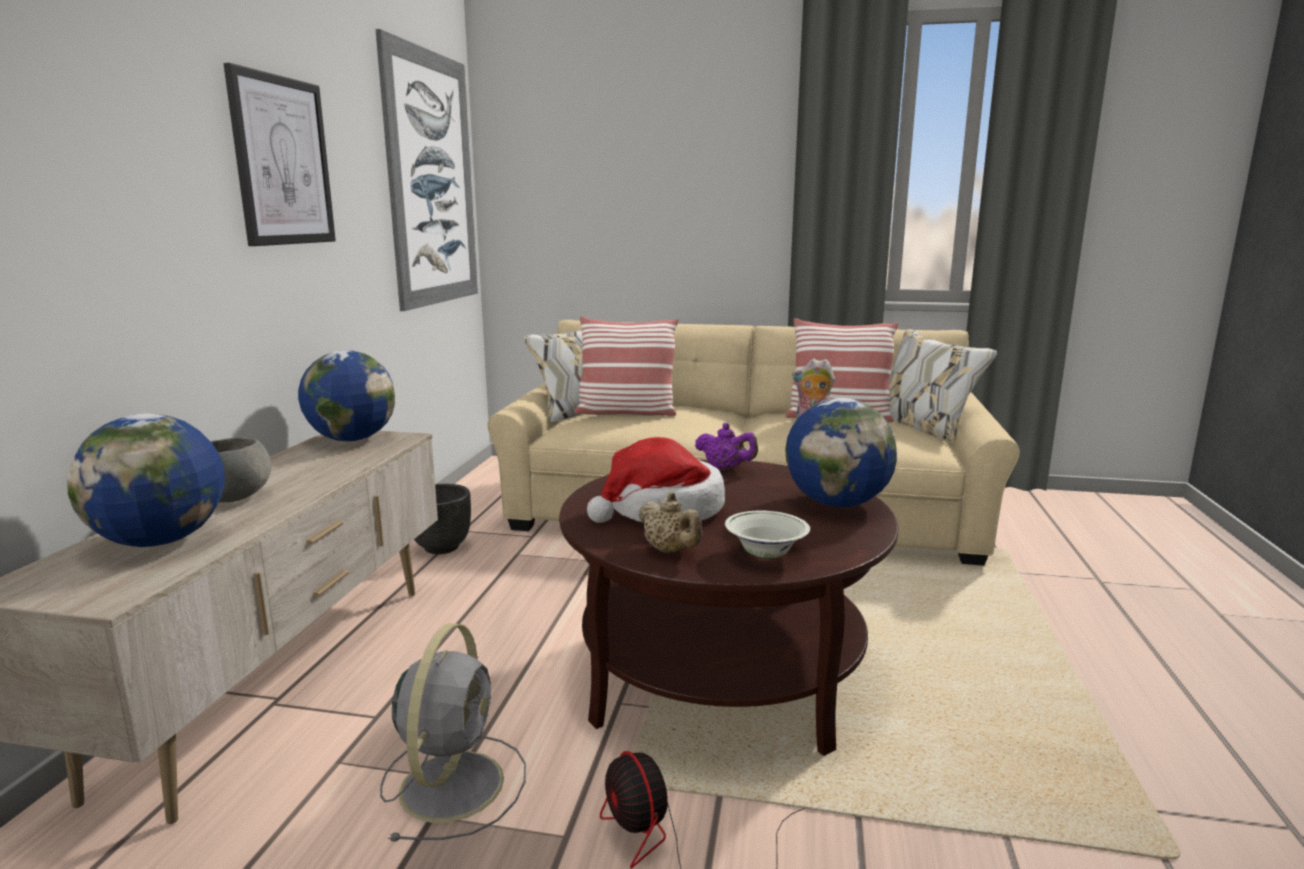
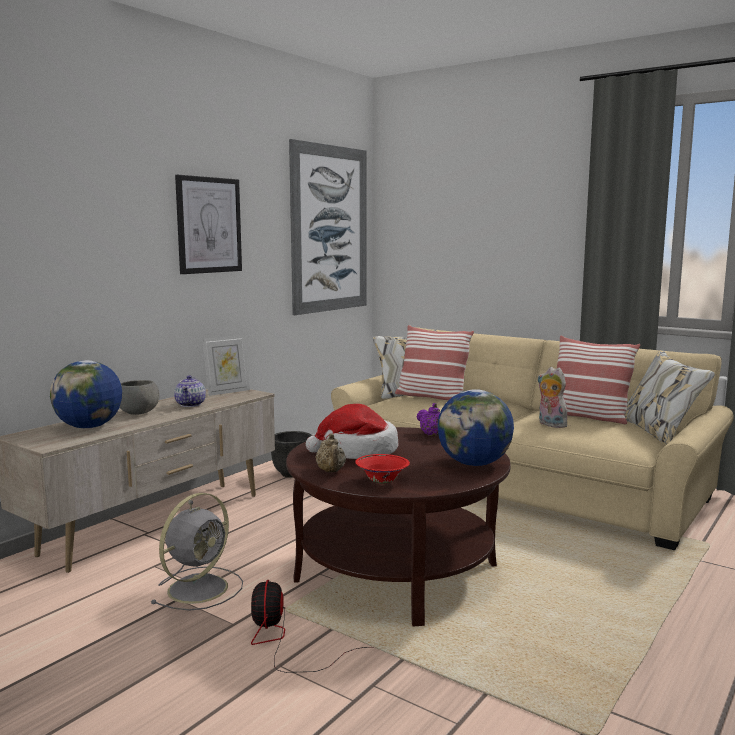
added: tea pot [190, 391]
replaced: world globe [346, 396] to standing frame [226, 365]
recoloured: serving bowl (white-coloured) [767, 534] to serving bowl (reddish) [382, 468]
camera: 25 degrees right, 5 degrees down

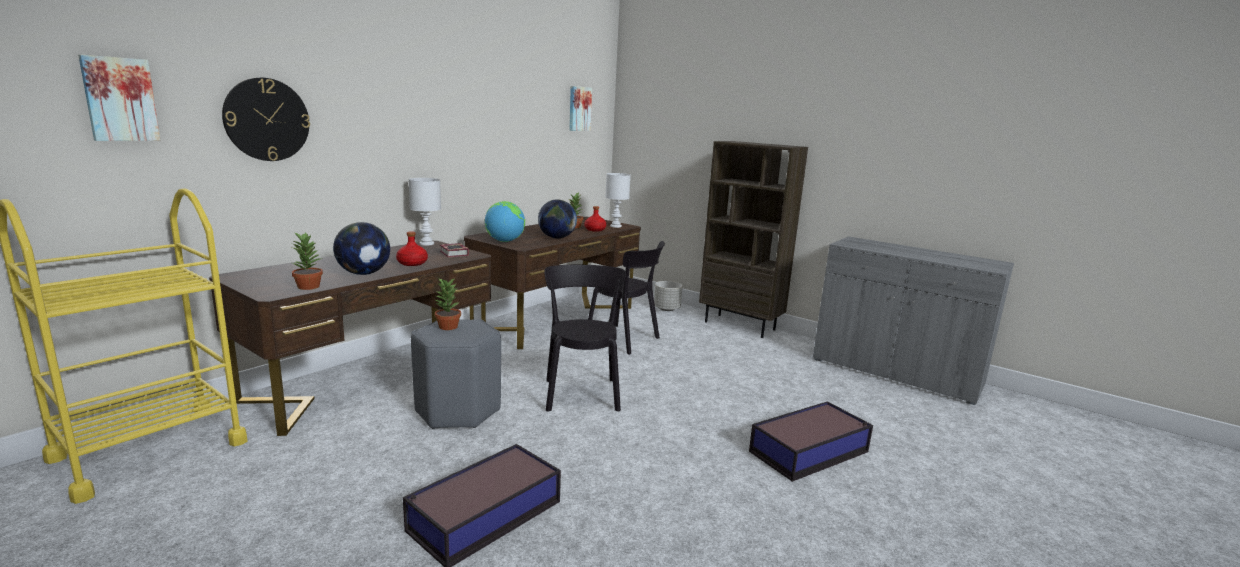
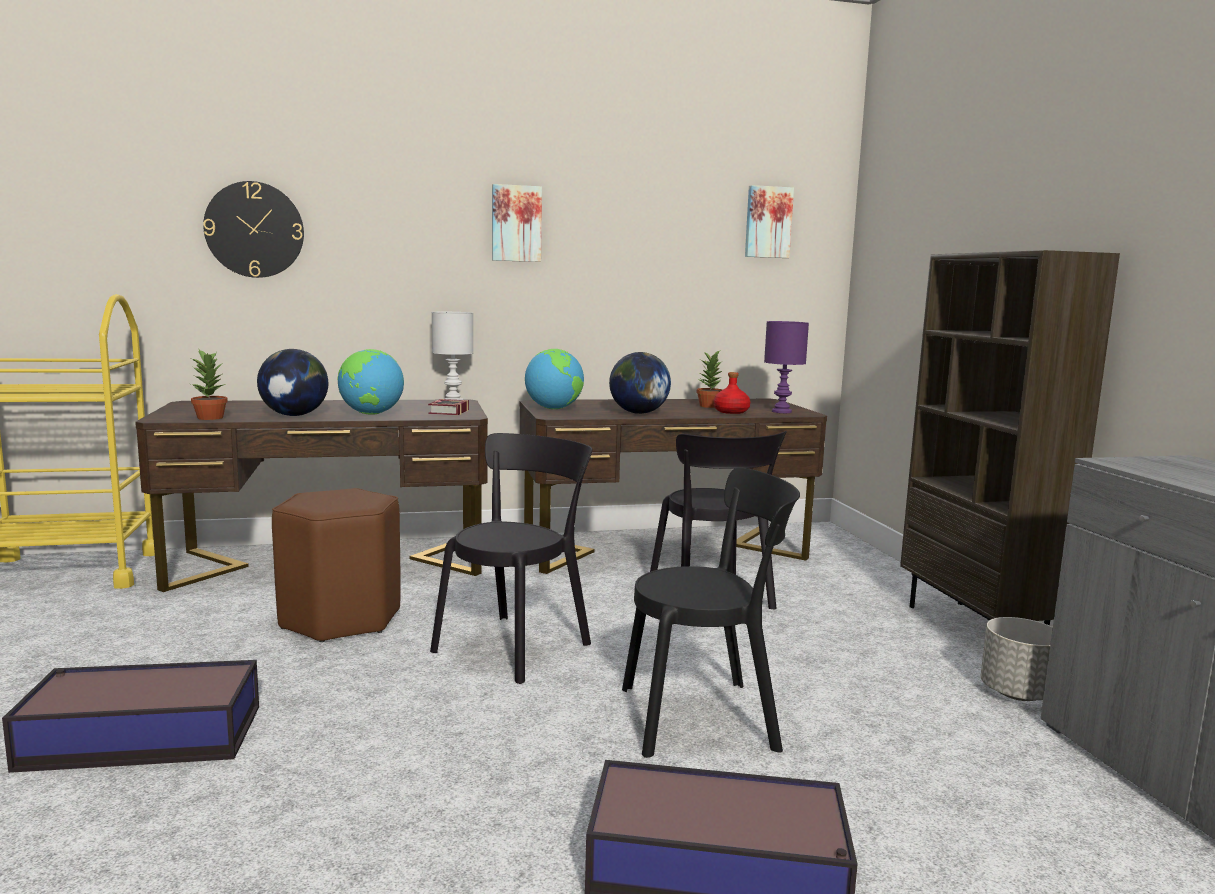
removed: plant in a pot [448, 304]
added: chair (black-coloured) [711, 613]
moved: wall art [119, 98] to [517, 223]; plant pot (gray) [668, 296] to [1017, 659]
replaced: bottle (reddish) [412, 248] to world globe [370, 382]
recoloured: stool seat (gray) [456, 374] to stool seat (brown-coloured) [336, 565]; lamp for a table (white-coloured) [618, 200] to lamp for a table (purple) [786, 367]
camera: 40 degrees right, 5 degrees down

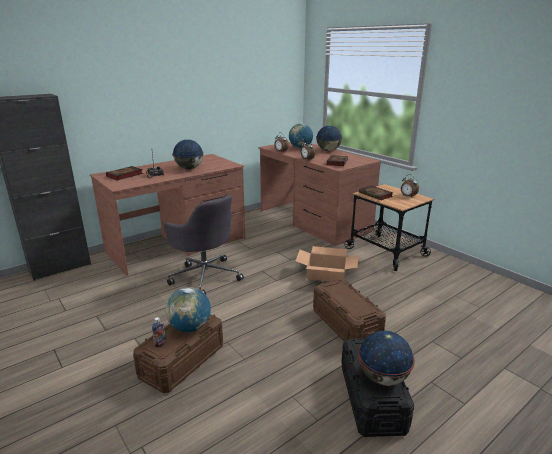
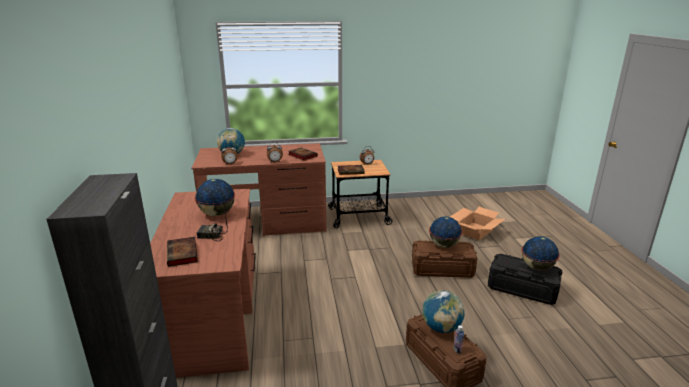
removed: office chair (gray) [204, 245]
moved: cardboard box [327, 264] to [477, 223]; world globe [329, 138] to [445, 232]
camera: 60 degrees left, 0 degrees up

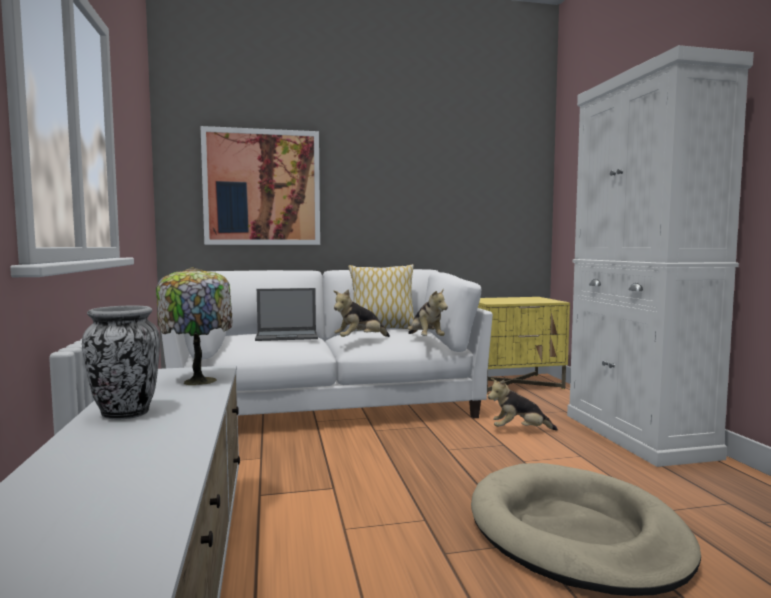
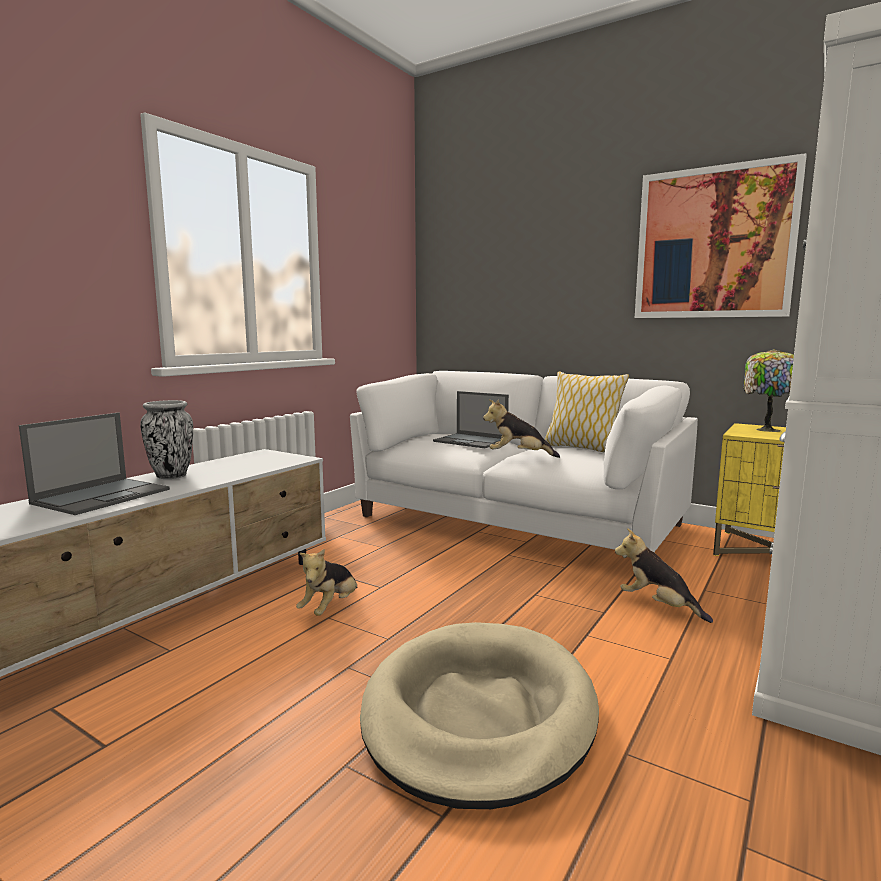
added: portable computer [94, 463]
moved: lamp for a table [194, 326] to [768, 390]; wall art [260, 185] to [721, 235]; plush toy [428, 312] to [326, 582]
camera: 45 degrees right, 5 degrees up

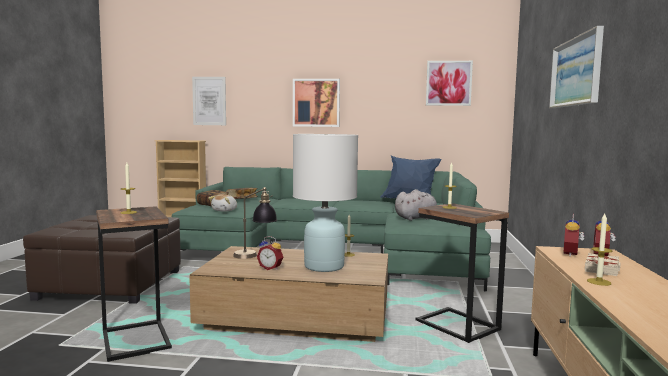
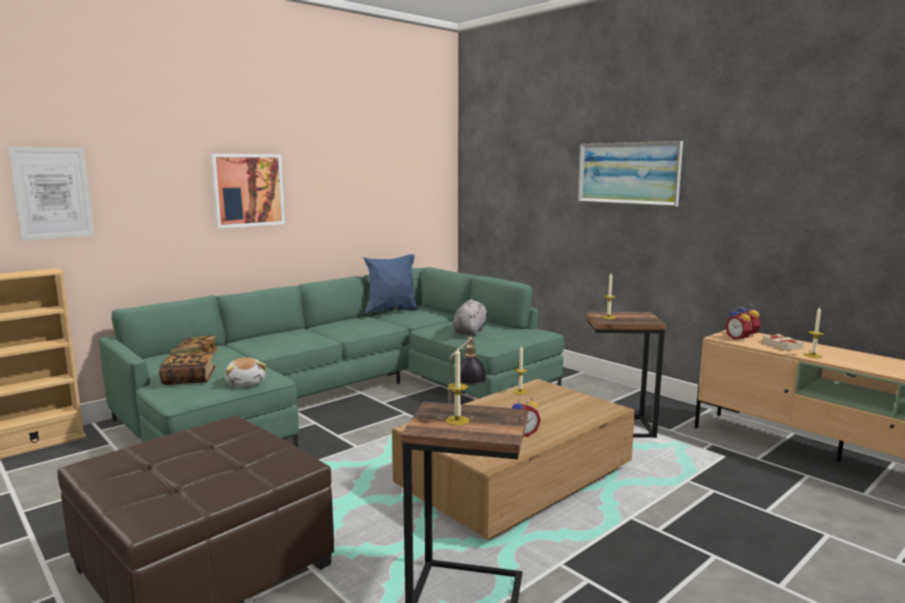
removed: lamp for a table (white-coloured) [325, 203]; wall art [449, 83]
camera: 50 degrees left, 5 degrees up

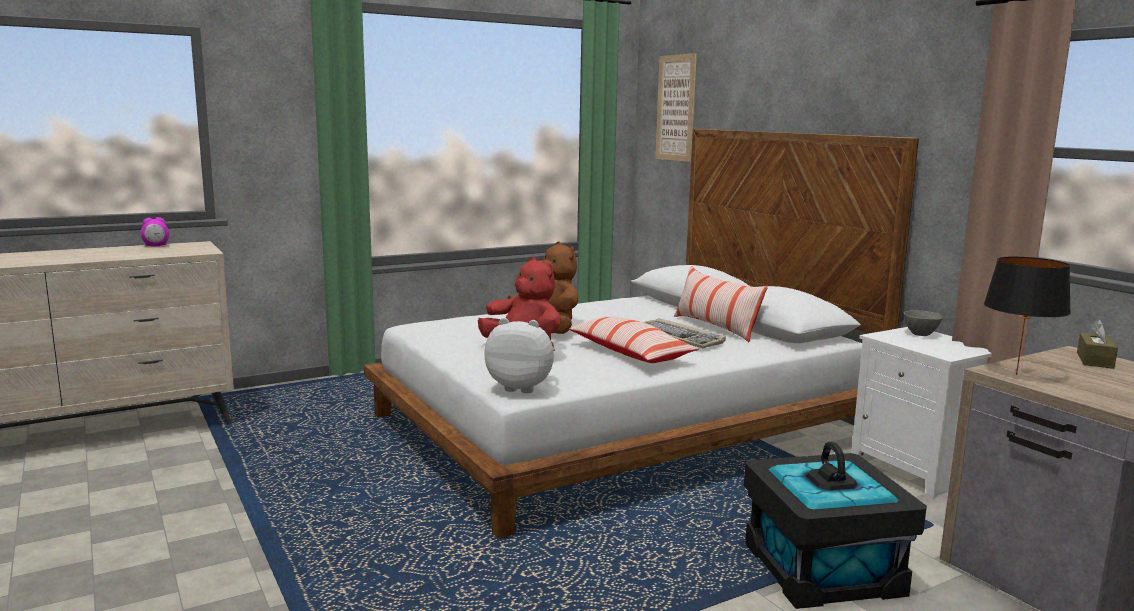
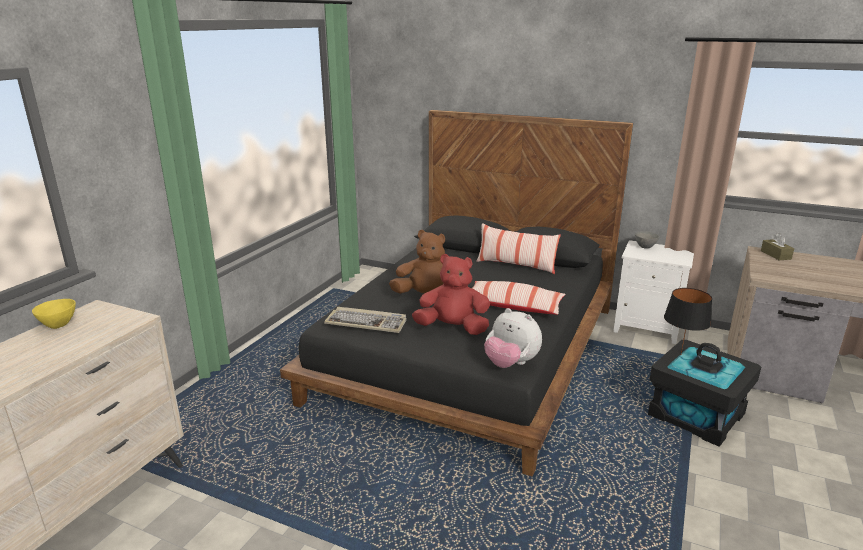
removed: wall art [676, 107]
moved: keyboard [684, 333] to [365, 320]; lamp for a table (black-coloured) [1027, 316] to [688, 321]
replaced: alarm clock [155, 232] to serving bowl (yellow) [54, 314]
recoloured: bed (white-coloured) [641, 334] to bed (black-coloured) [456, 293]
turned: plush toy [519, 355] = [513, 338] 120 degrees counterclockwise
camera: 35 degrees left, 10 degrees up

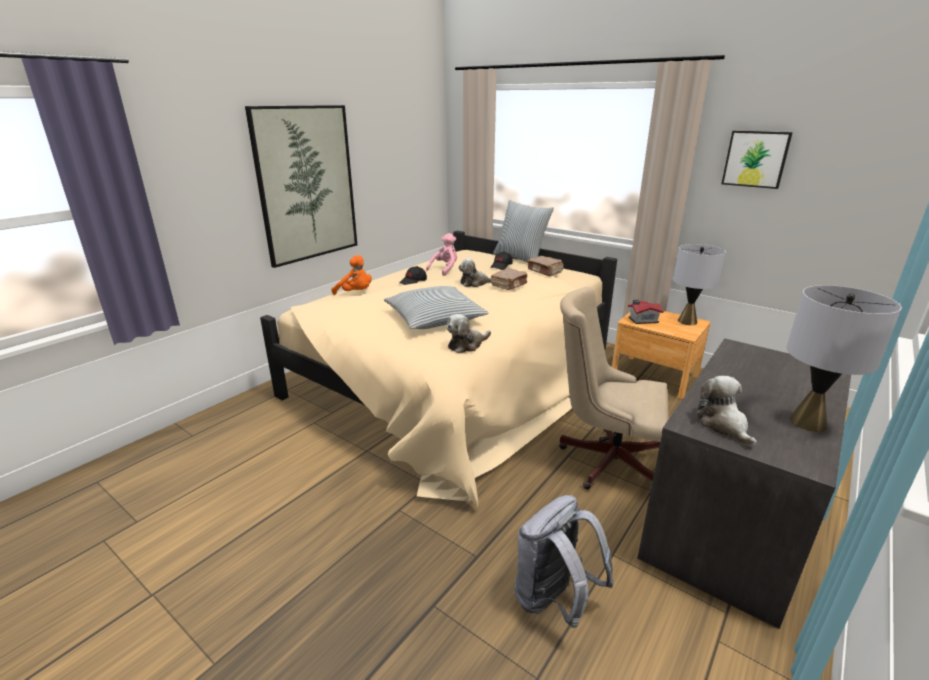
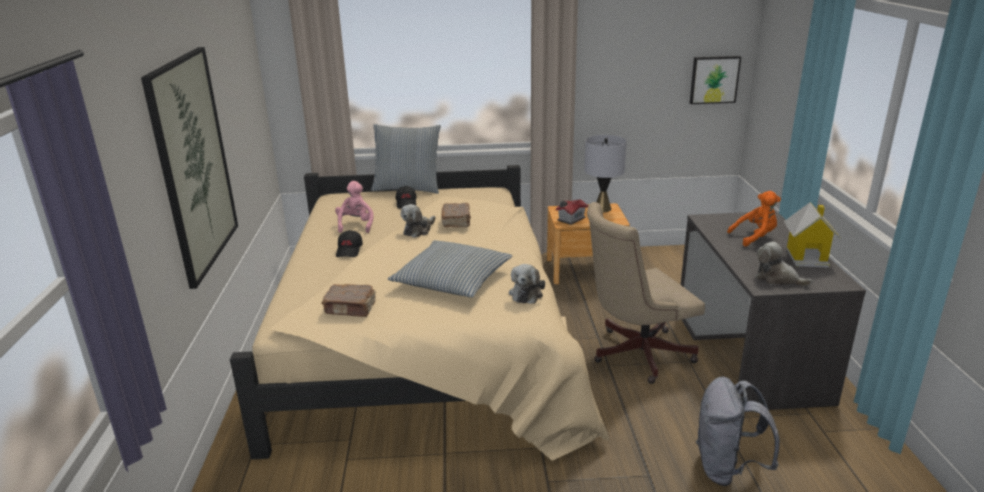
moved: plush toy (orange) [351, 275] to [754, 219]; book (brown-coloured) [545, 266] to [348, 300]; wall art [757, 160] to [715, 80]
replaced: lamp for a table (gray) [844, 358] to toy house [812, 235]
camera: 40 degrees left, 0 degrees up

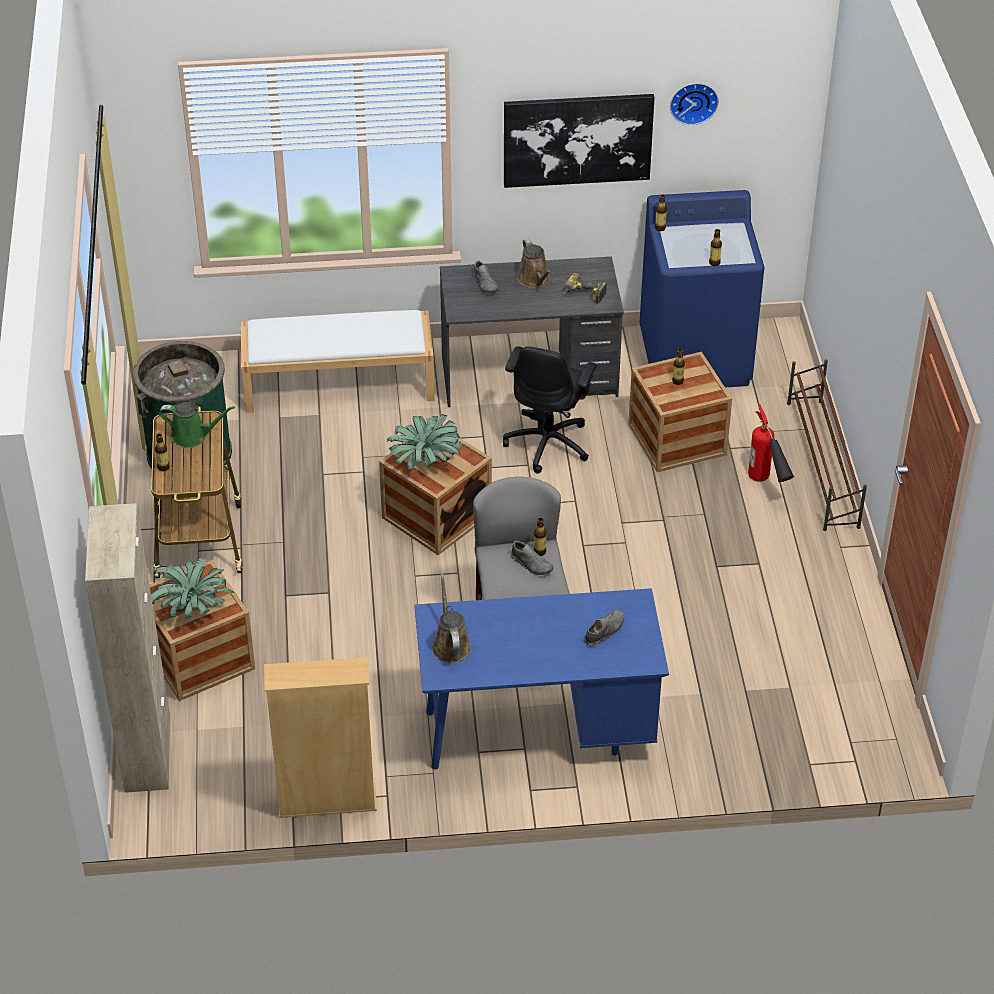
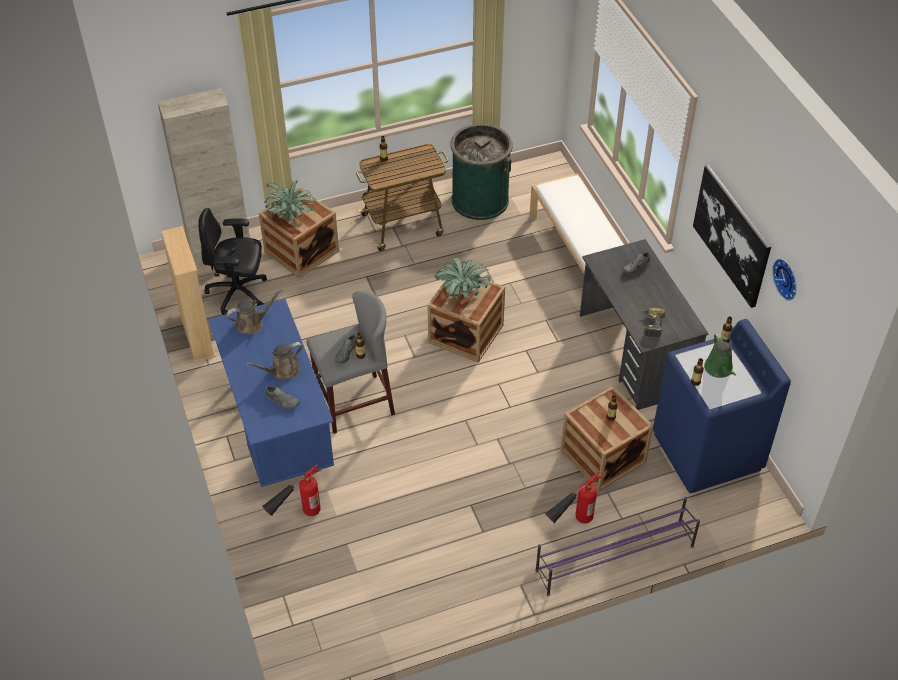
added: fire extinguisher [292, 490]
moved: watering can (green) [197, 425] to [720, 356]; office chair (black-coloured) [550, 410] to [232, 261]; watering can (brown-coloured) [534, 263] to [274, 361]
recoloured: shoe shelf (brown-coloured) [827, 445] to shoe shelf (purple) [617, 546]
camera: 75 degrees right, 5 degrees up

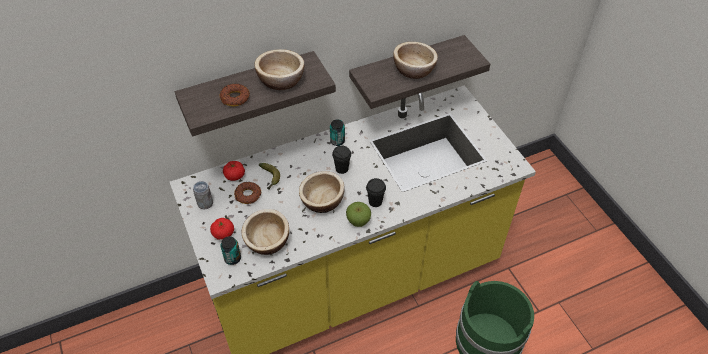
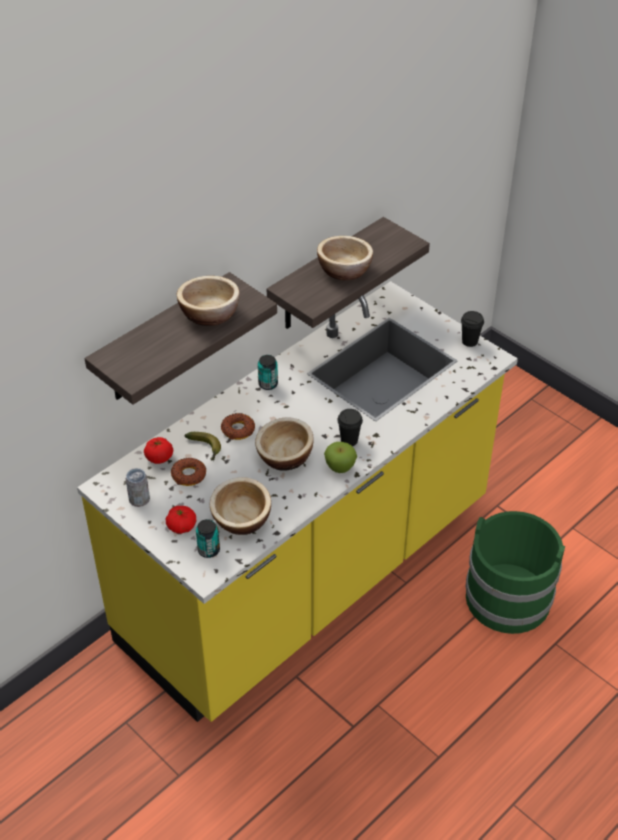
moved: donut [235, 94] to [238, 426]; drinking cup (black-coloured) [341, 160] to [472, 329]
camera: 20 degrees left, 5 degrees down

